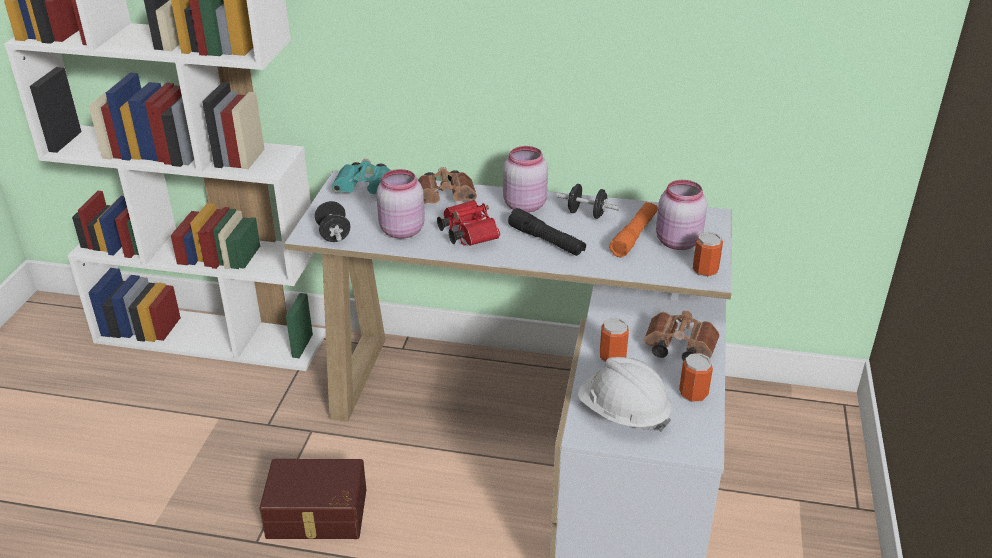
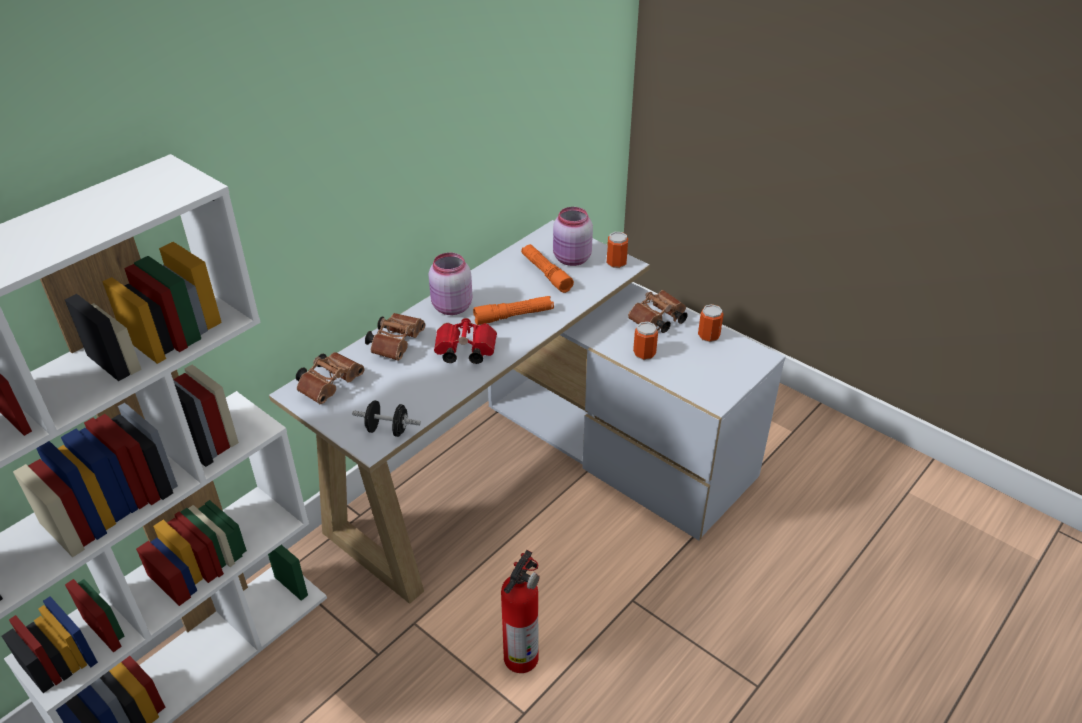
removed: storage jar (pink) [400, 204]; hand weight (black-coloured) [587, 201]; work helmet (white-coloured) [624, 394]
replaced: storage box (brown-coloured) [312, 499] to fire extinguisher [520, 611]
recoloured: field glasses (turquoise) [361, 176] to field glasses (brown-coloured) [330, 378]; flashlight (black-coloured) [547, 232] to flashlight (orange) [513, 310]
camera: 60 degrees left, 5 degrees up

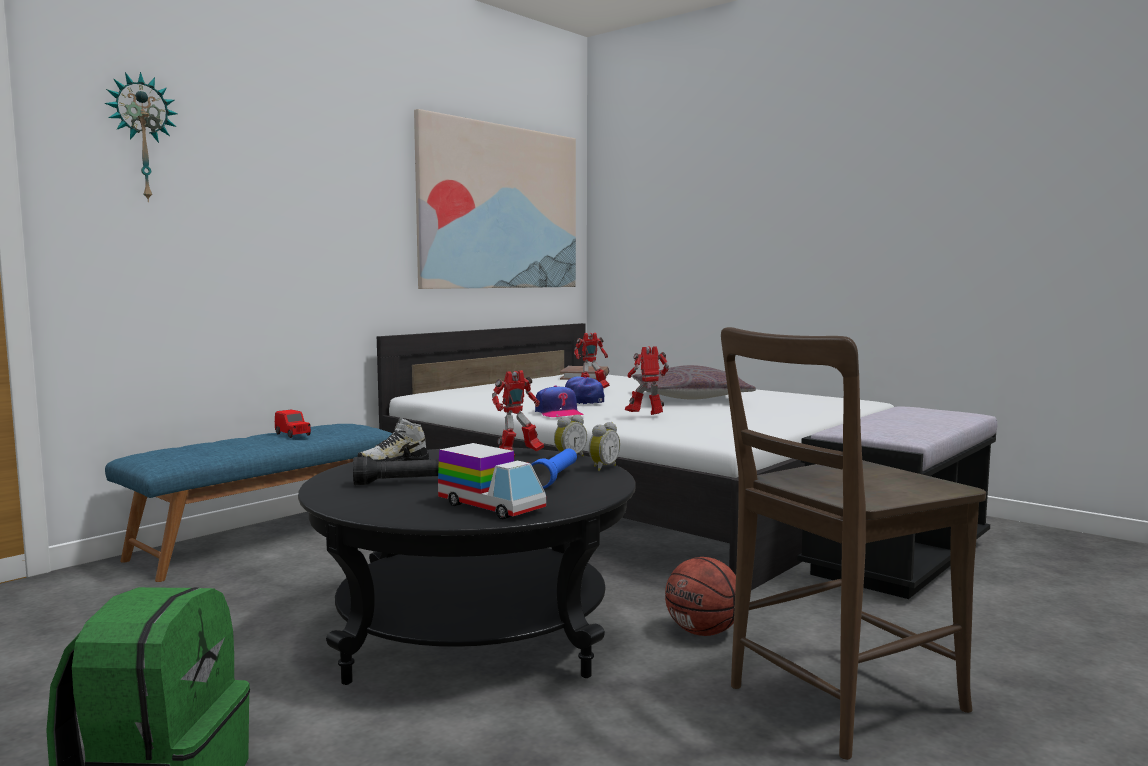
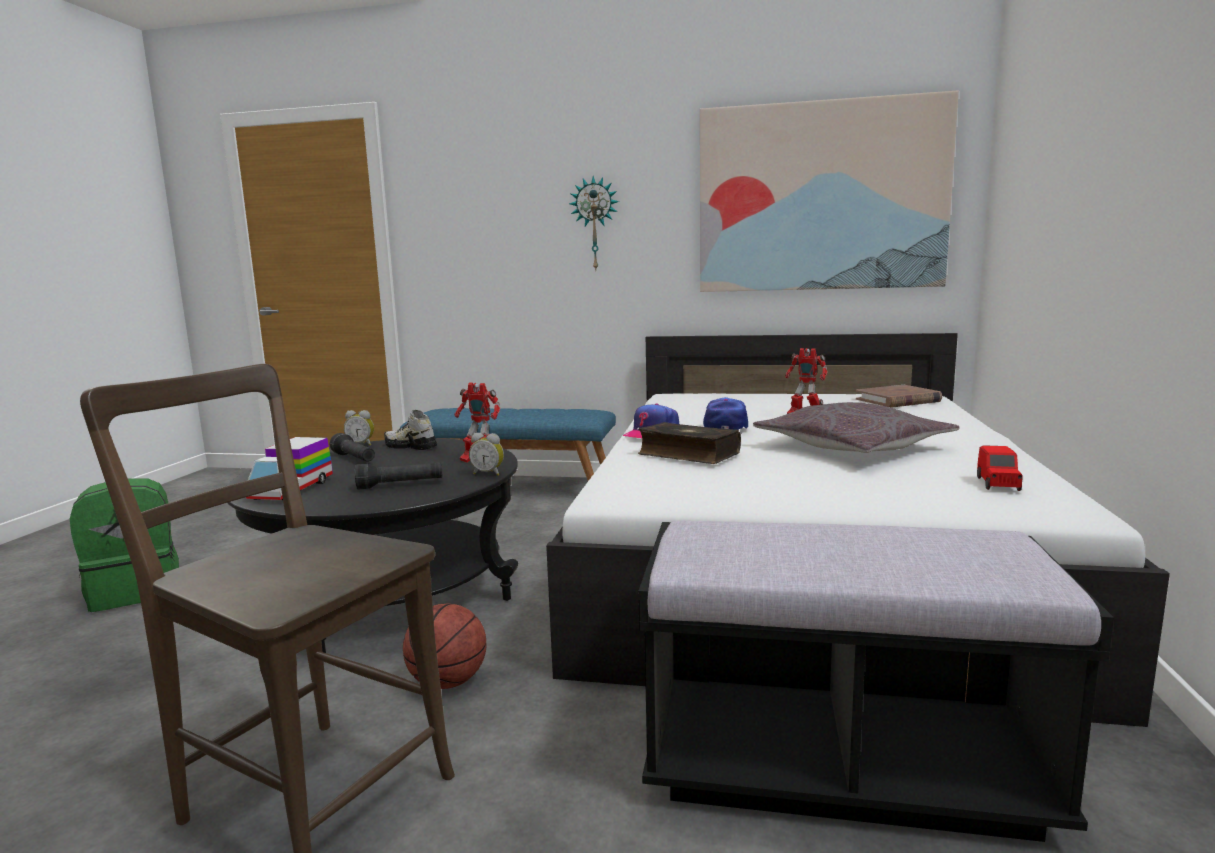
moved: wall clock [141, 137] to [594, 223]; model car (reddish) [293, 424] to [1000, 468]; alarm clock [604, 446] to [359, 428]
replaced: robot figure [647, 380] to book [689, 443]
recoloured: flashlight (blue) [554, 468] to flashlight (black-coloured) [399, 476]
camera: 60 degrees right, 5 degrees up

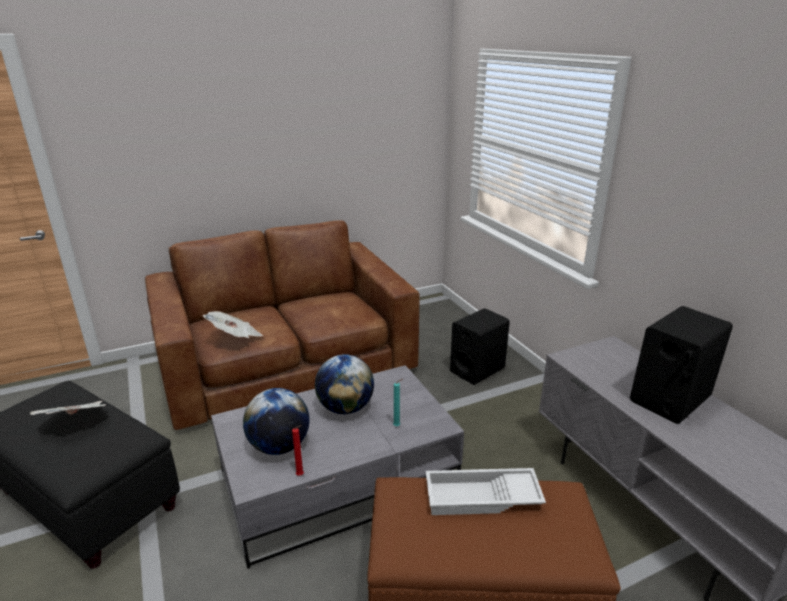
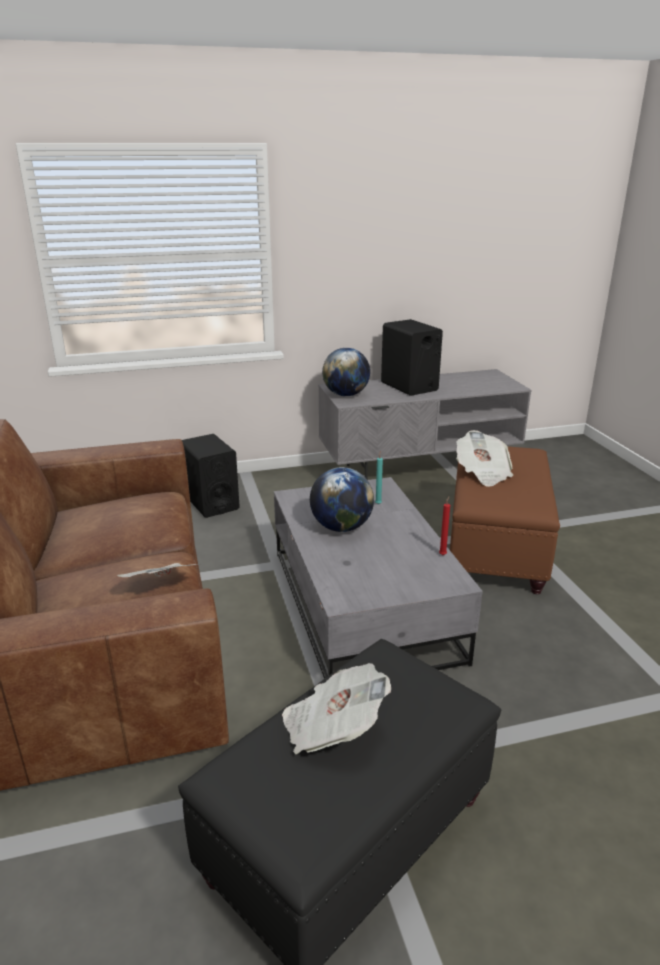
moved: world globe [276, 421] to [346, 372]
replaced: carrying tray (white-coloured) [486, 491] to newspaper [484, 458]
camera: 80 degrees left, 0 degrees up

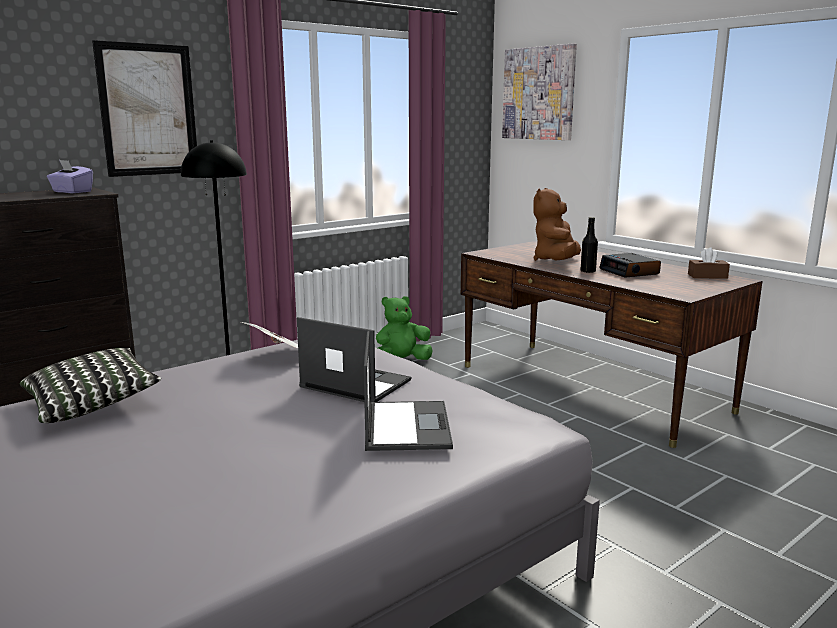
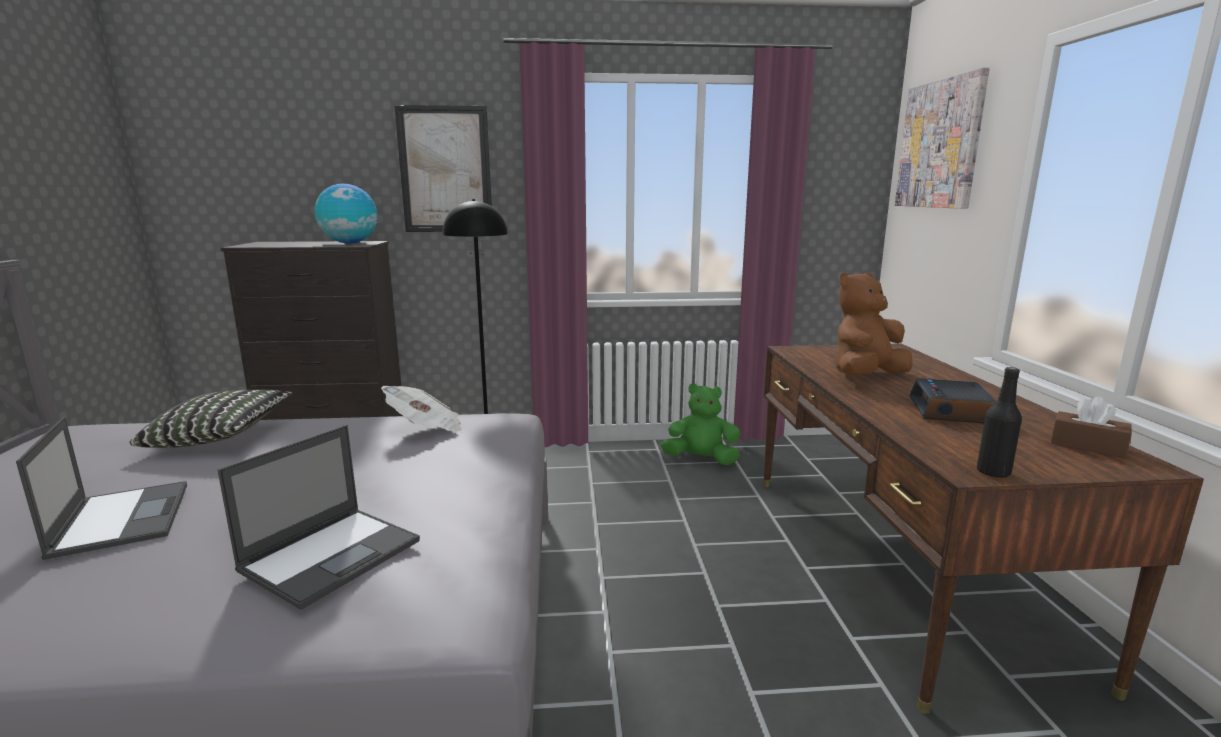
moved: portable computer [354, 359] to [101, 488]; bottle (black-coloured) [589, 245] to [999, 422]
replaced: box of tissues (purple) [70, 176] to world globe [345, 213]
camera: 35 degrees right, 0 degrees up

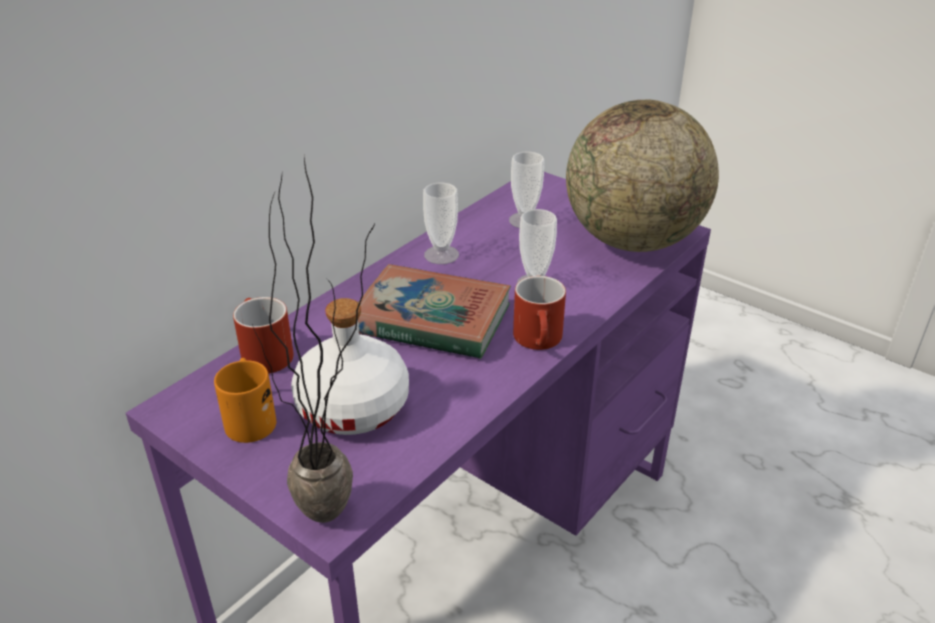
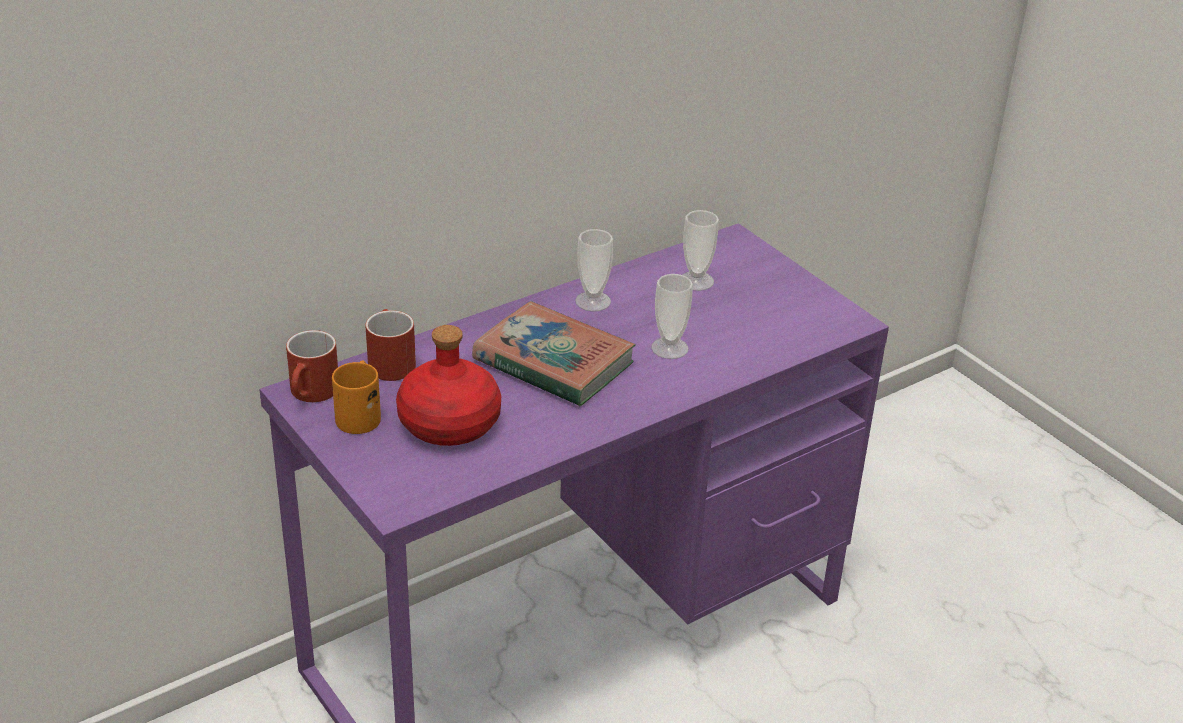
removed: plant in a pot [313, 340]; world globe [642, 175]
moved: tea mug (reddish) [539, 313] to [312, 366]
recoloured: bottle (white-coloured) [350, 366] to bottle (reddish) [448, 385]
camera: 15 degrees right, 0 degrees up

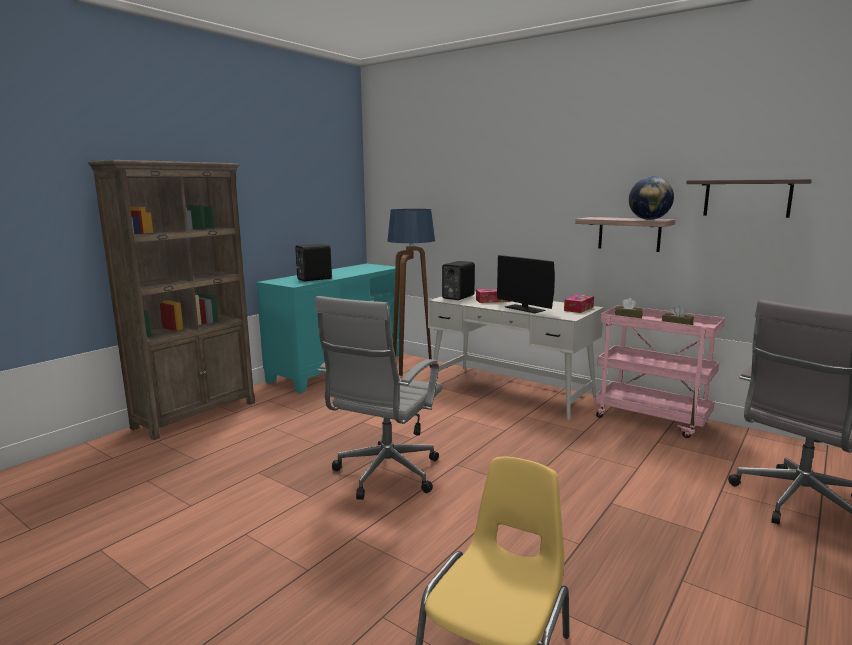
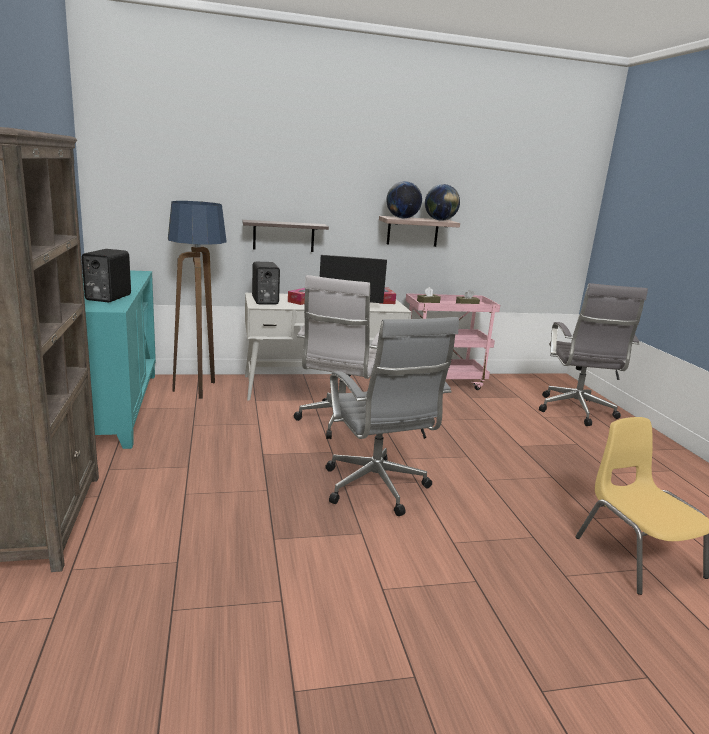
added: office chair (white-coloured) [336, 357]; world globe [404, 199]
moved: bracket shelf [749, 198] to [285, 236]
camera: 50 degrees left, 5 degrees up

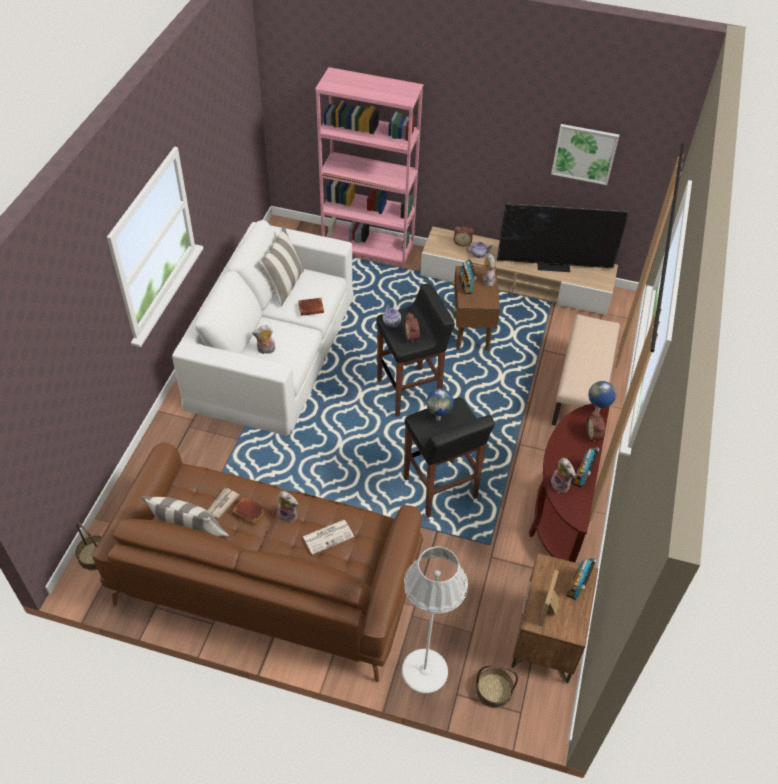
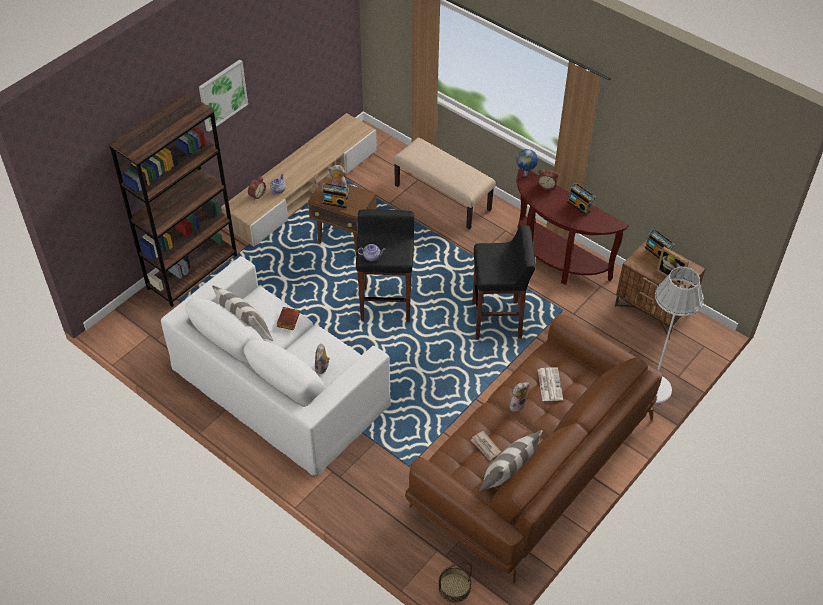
removed: book (brown-coloured) [249, 511]; alarm clock [412, 327]; world globe [440, 405]; storage basket [497, 686]; TV [563, 237]; plush toy [563, 475]
moved: wall art [585, 154] to [223, 95]
recoloured: bookshelf (pink) [369, 168] to bookshelf (brown-coloured) [172, 199]
camera: 65 degrees left, 0 degrees up

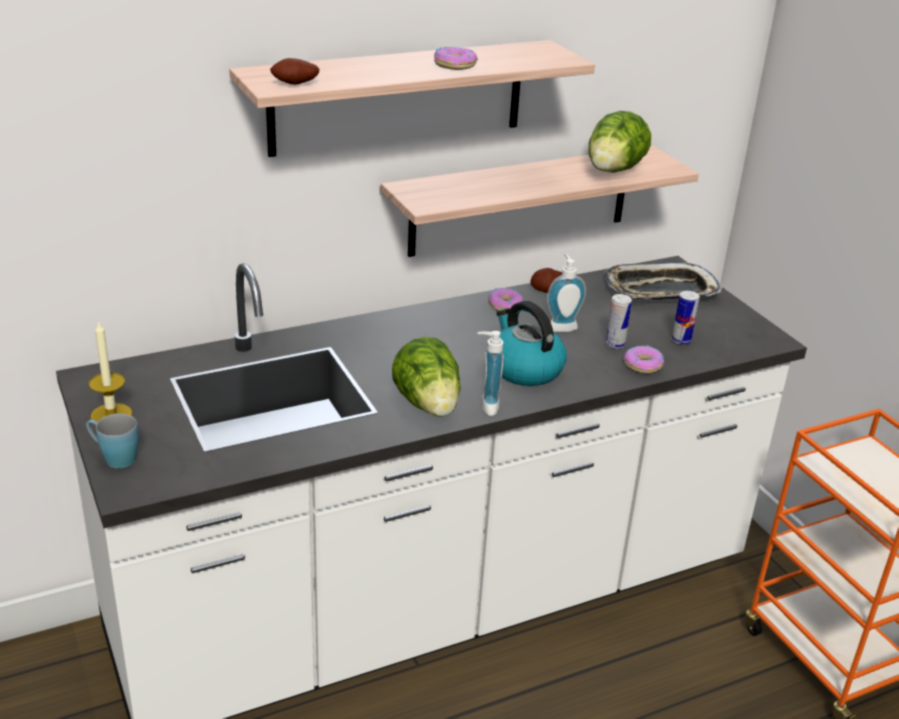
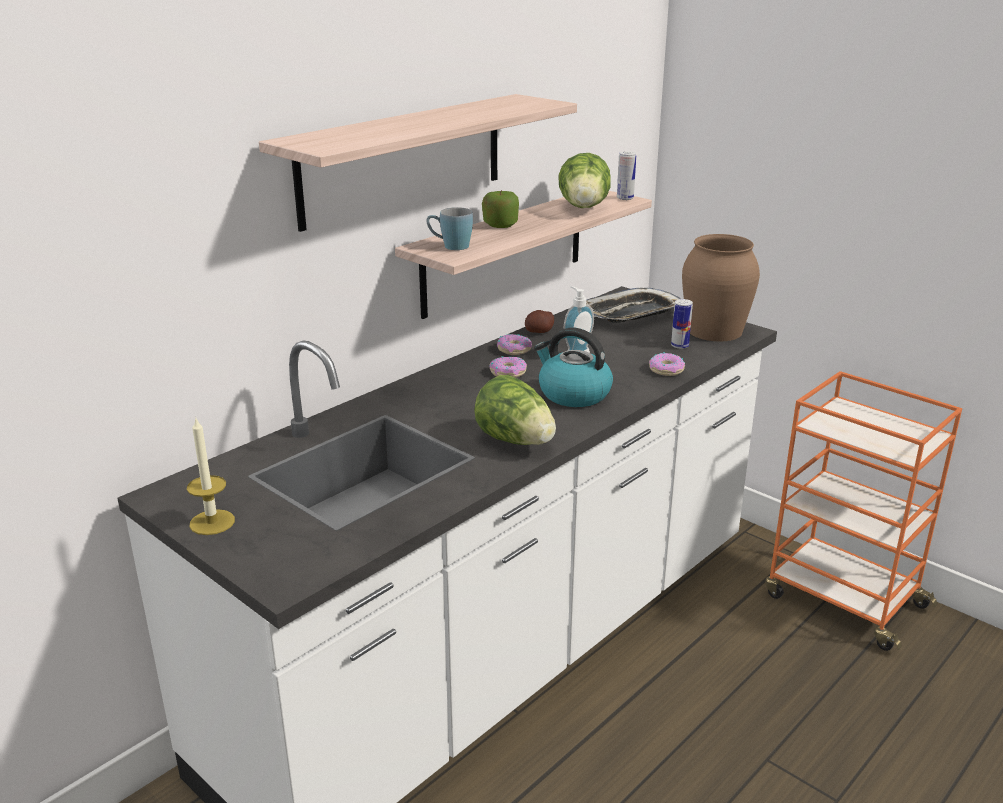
removed: potato [294, 71]; soap dispenser [491, 373]
added: apple fruit [500, 209]; decorative vase (brown-coloured) [721, 287]
moved: tea mug (blue) [112, 440] to [450, 228]; donut [456, 58] to [508, 367]; can [619, 321] to [626, 175]
camera: 20 degrees left, 5 degrees down

